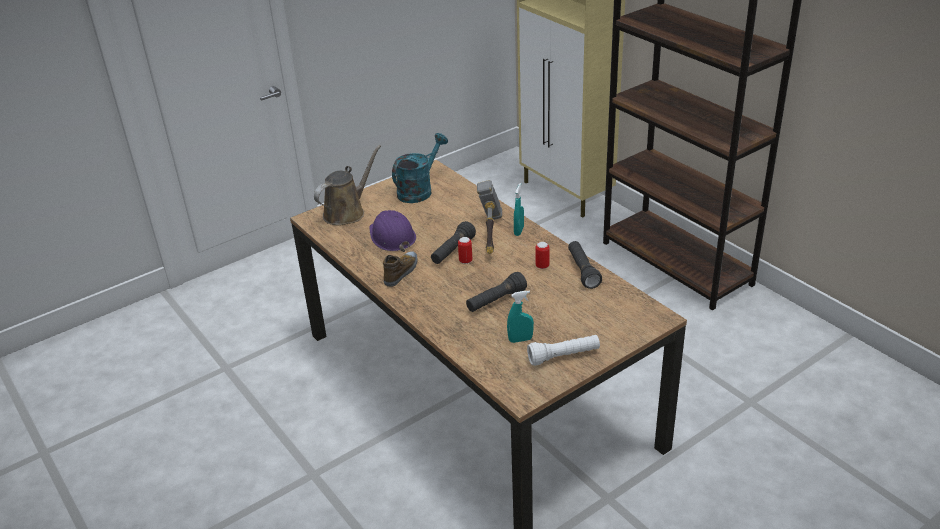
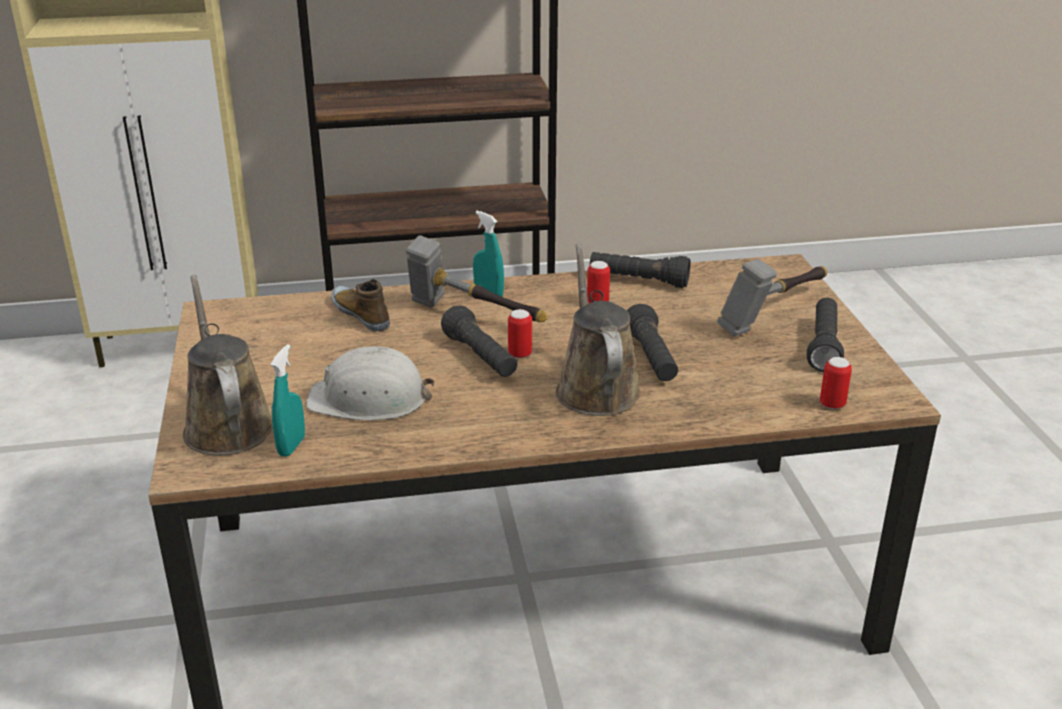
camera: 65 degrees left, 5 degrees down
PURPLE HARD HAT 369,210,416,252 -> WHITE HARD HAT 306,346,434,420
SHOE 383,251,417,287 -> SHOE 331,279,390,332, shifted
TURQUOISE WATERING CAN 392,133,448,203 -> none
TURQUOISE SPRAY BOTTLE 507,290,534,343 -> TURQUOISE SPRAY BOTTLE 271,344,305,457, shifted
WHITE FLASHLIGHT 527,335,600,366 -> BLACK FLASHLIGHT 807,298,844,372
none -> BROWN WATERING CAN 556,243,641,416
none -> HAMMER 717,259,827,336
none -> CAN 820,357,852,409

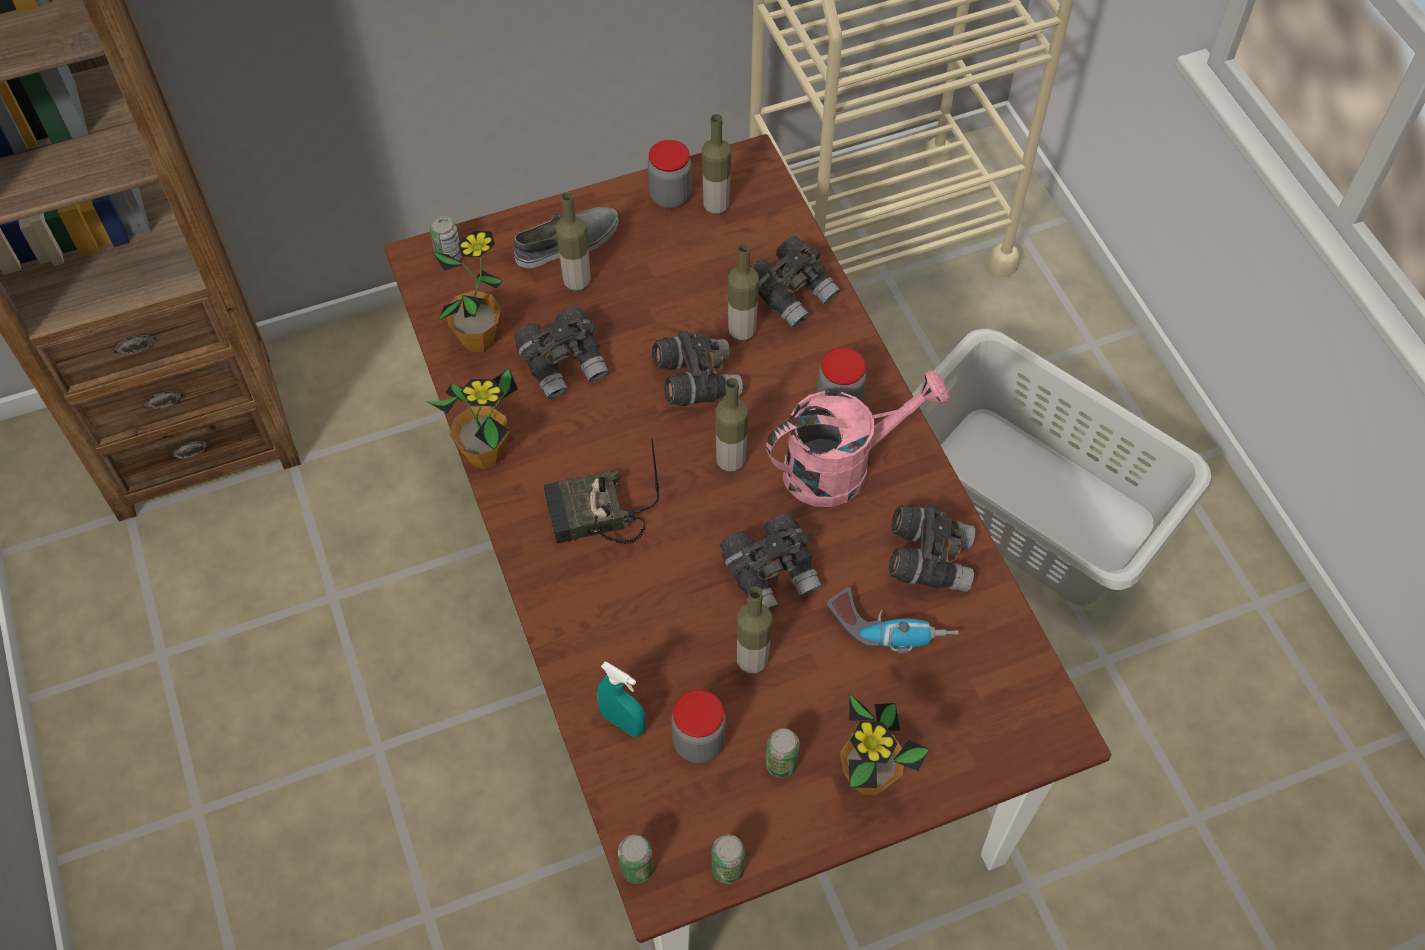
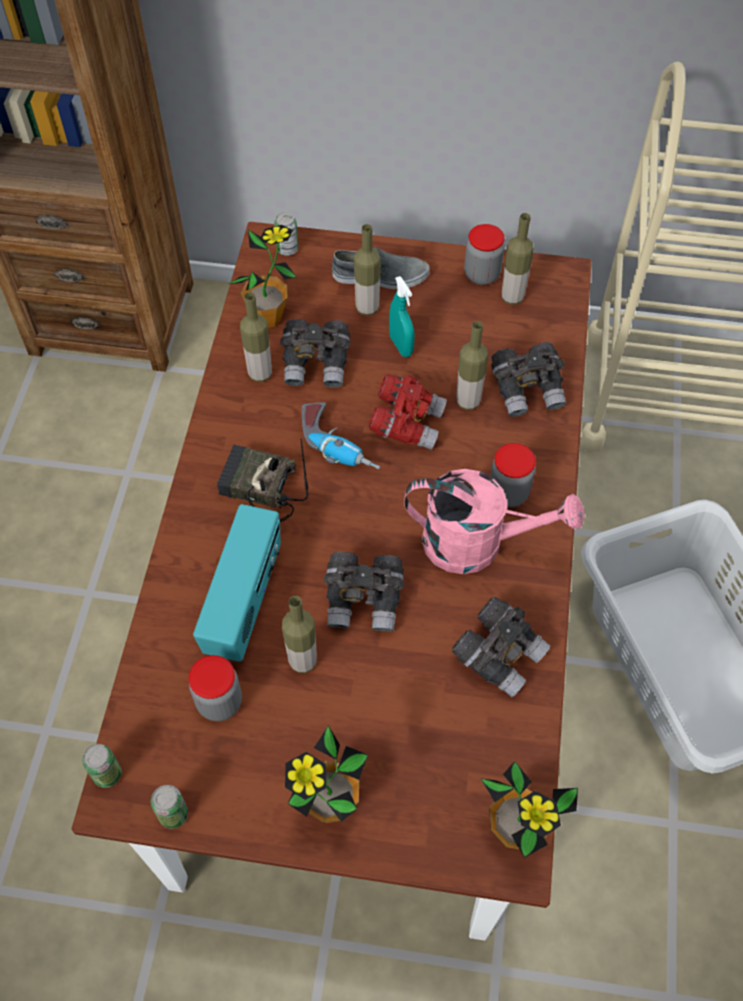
camera: 30 degrees right, 0 degrees up
POTTED PLANT 427,368,518,469 -> POTTED PLANT 480,761,578,858, shifted
TURQUOISE SPRAY BOTTLE 597,661,646,737 -> TURQUOISE SPRAY BOTTLE 389,276,415,357, shifted
GREY BINOCULARS 652,331,743,406 -> RED BINOCULARS 369,375,447,450
BOTTLE 715,378,748,473 -> BOTTLE 240,292,272,382, shifted
CAN 766,728,800,778 -> none
POWER DRILL 827,587,959,654 -> POWER DRILL 302,403,380,469, shifted
none -> RADIO 193,504,281,662

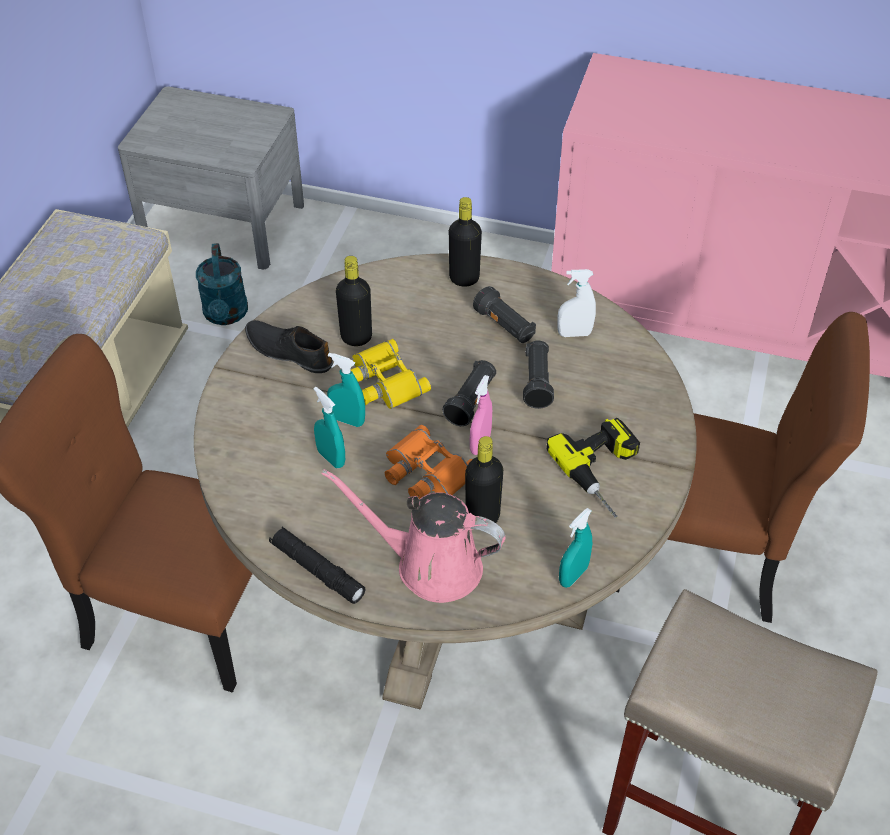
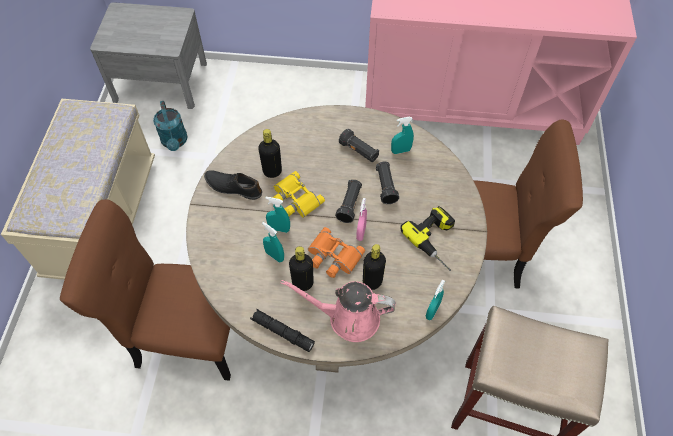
camera: 10 degrees left, 10 degrees up
BLACK BOTTLE 449,197,482,287 -> BLACK BOTTLE 289,246,314,291, shifted
WHITE SPRAY BOTTLE 557,269,596,337 -> TURQUOISE SPRAY BOTTLE 391,117,414,154

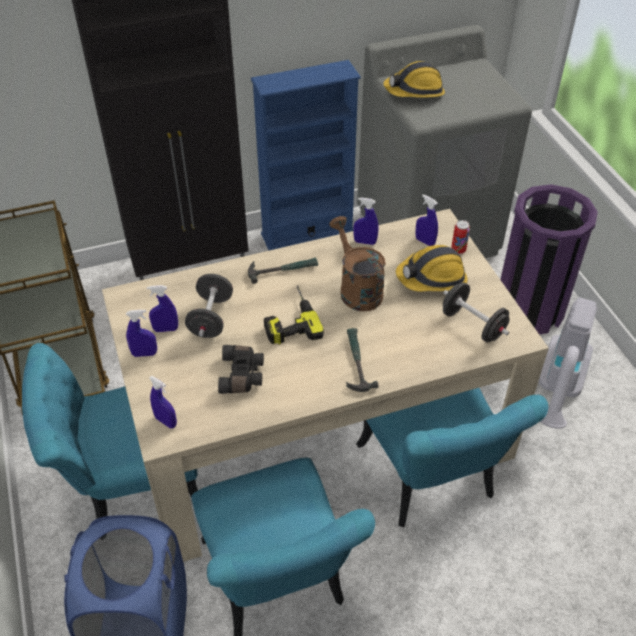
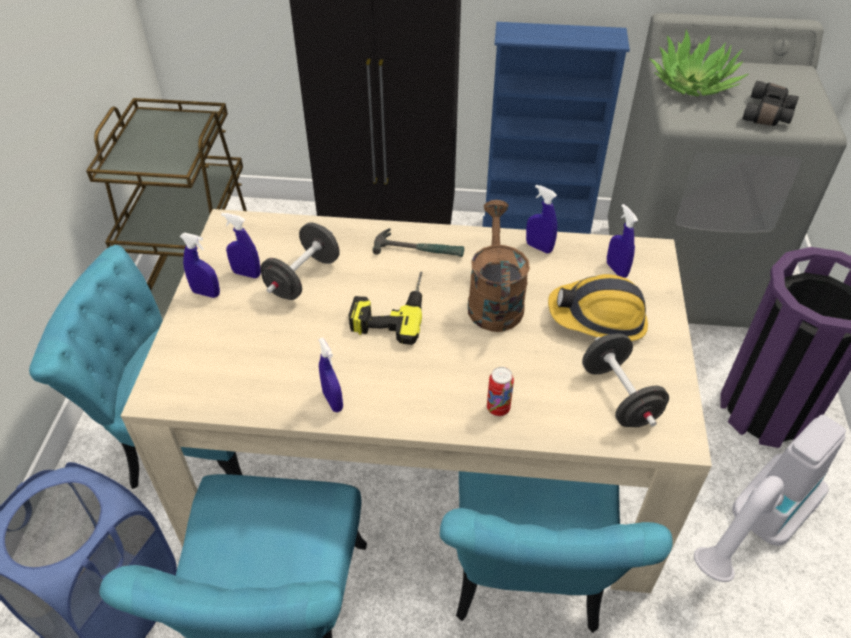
camera: 25 degrees right, 0 degrees up
BLUE SPRAY BOTTLE 149,376,177,429 -> BLUE SPRAY BOTTLE 319,338,343,412, shifted
BLACK BINOCULARS 218,345,264,394 -> BLACK BINOCULARS 742,81,799,126, shifted
HAMMER 346,328,379,392 -> none
HARD HAT 383,61,445,97 -> POTTED PLANT 649,30,748,97
CAN 451,220,470,254 -> CAN 487,367,514,416, shifted

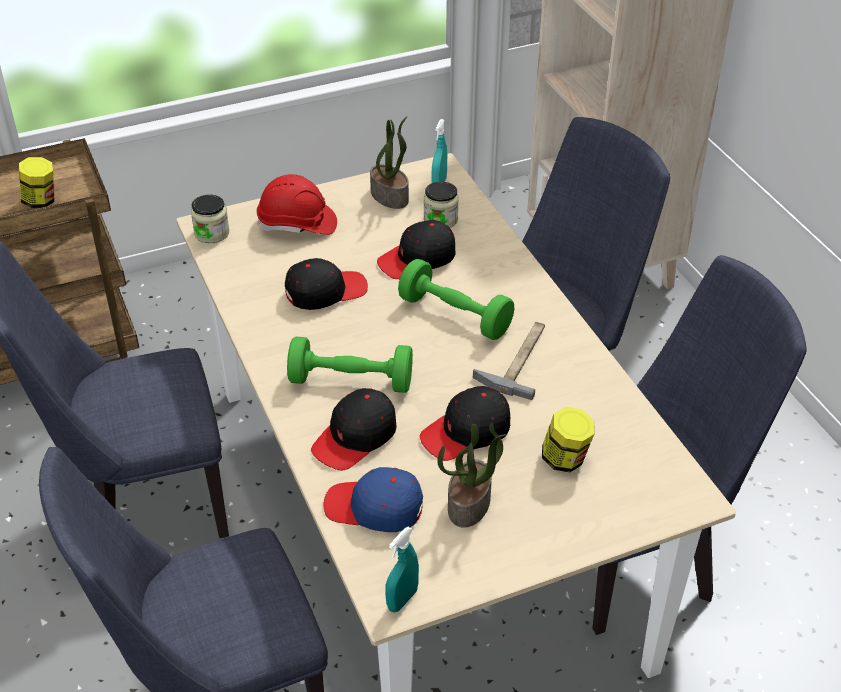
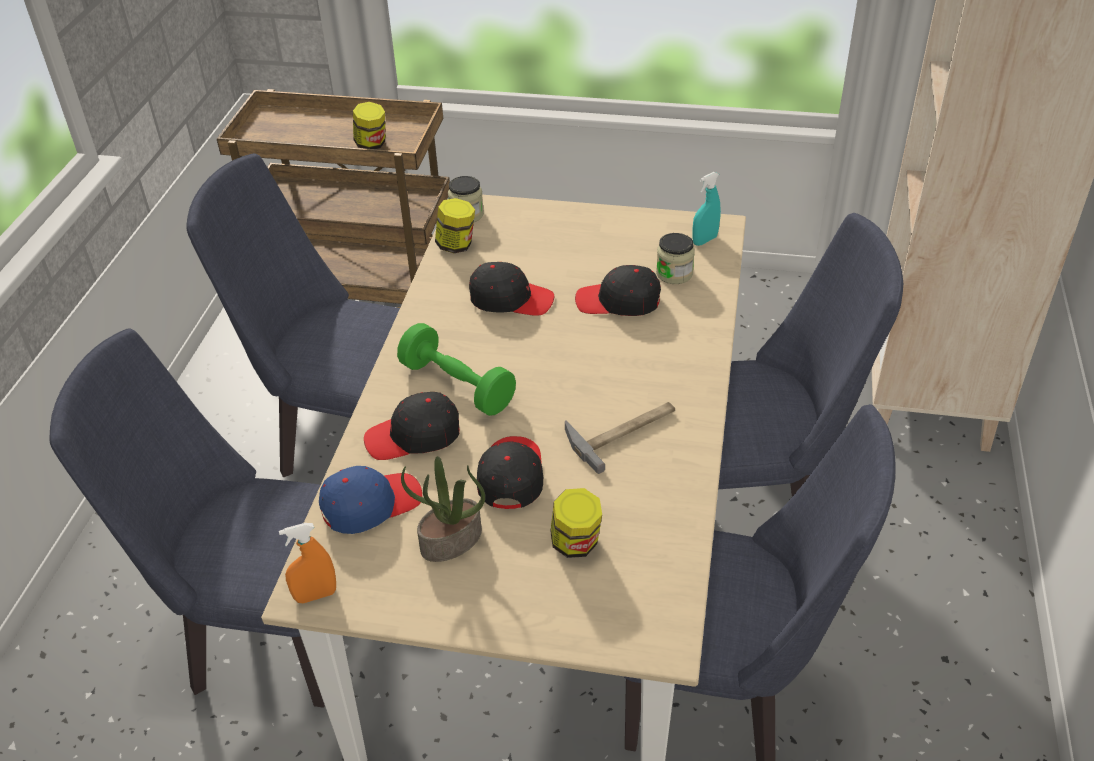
camera: 35 degrees right, 0 degrees up
RED HARD HAT 257,174,337,235 -> none
BLUE CAP 323,467,423,532 -> BLUE CAP 319,466,422,534, 105 degrees clockwise
POTTED PLANT 370,116,409,209 -> none
TURQUOISE SPRAY BOTTLE 385,527,419,612 -> ORANGE SPRAY BOTTLE 279,523,336,603
GREEN DUMBBELL 398,259,514,340 -> none
BLACK CAP 420,386,510,461 -> BLACK CAP 477,436,543,509, 90 degrees clockwise
none -> JAR 435,198,475,253

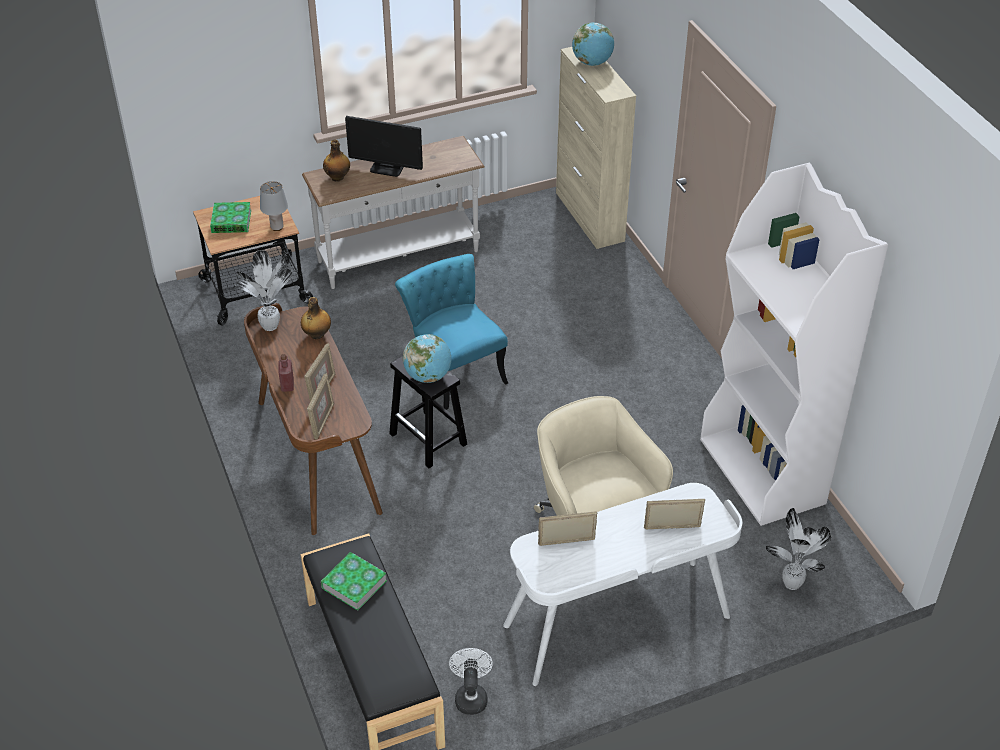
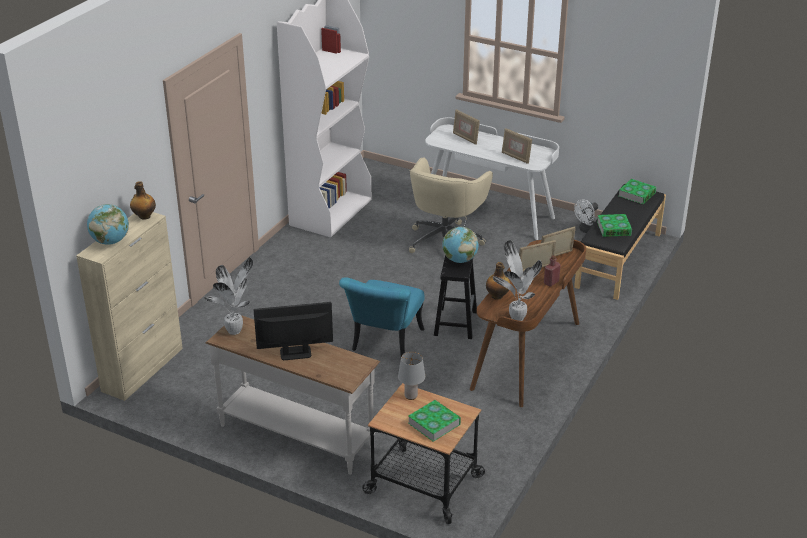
camera: 130 degrees left, 10 degrees down
BOTTLE 323,140,350,182 -> BOTTLE 130,181,156,220, shifted
MONITOR 345,116,423,177 -> MONITOR 254,302,333,360, 75 degrees counterclockwise
POTTED PLANT 766,508,831,590 -> POTTED PLANT 204,257,253,335, shifted
none -> BOOK 619,179,657,204

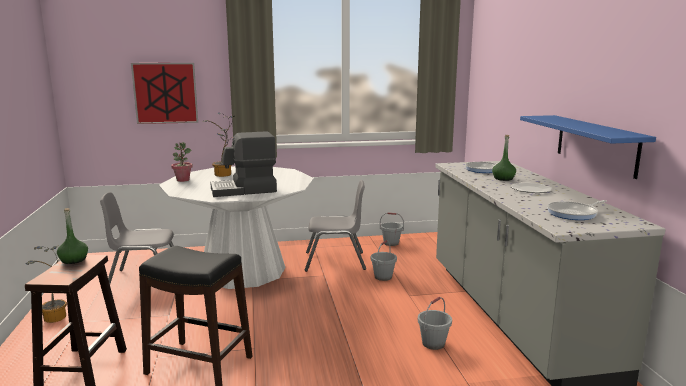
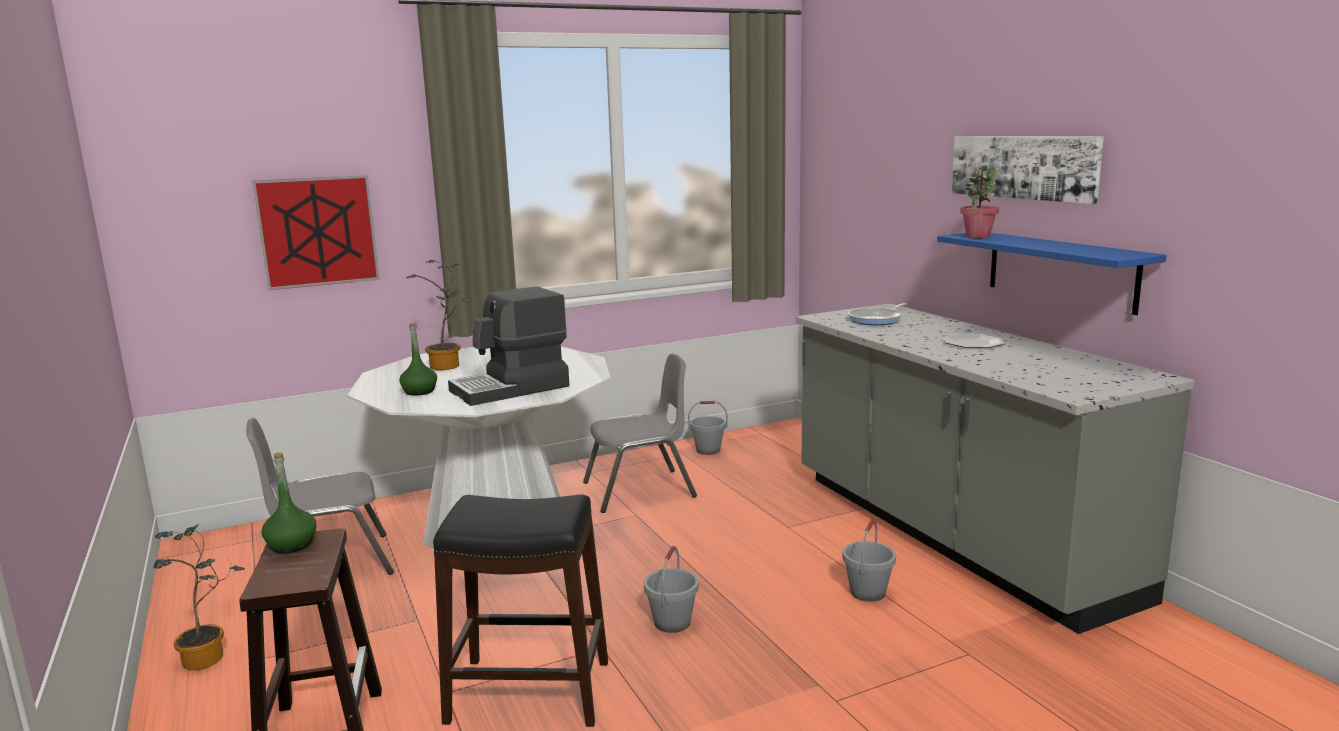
camera: 15 degrees left, 0 degrees up
POTTED PLANT 171,142,193,182 -> POTTED PLANT 960,166,999,238, shifted
GREY BUCKET 371,240,397,281 -> GREY BUCKET 644,546,699,633, shifted
GREEN BOTTLE 492,135,516,181 -> GREEN BOTTLE 399,323,437,396, shifted
FRYING PAN 547,200,607,220 -> none
none -> PICTURE 952,136,1104,204

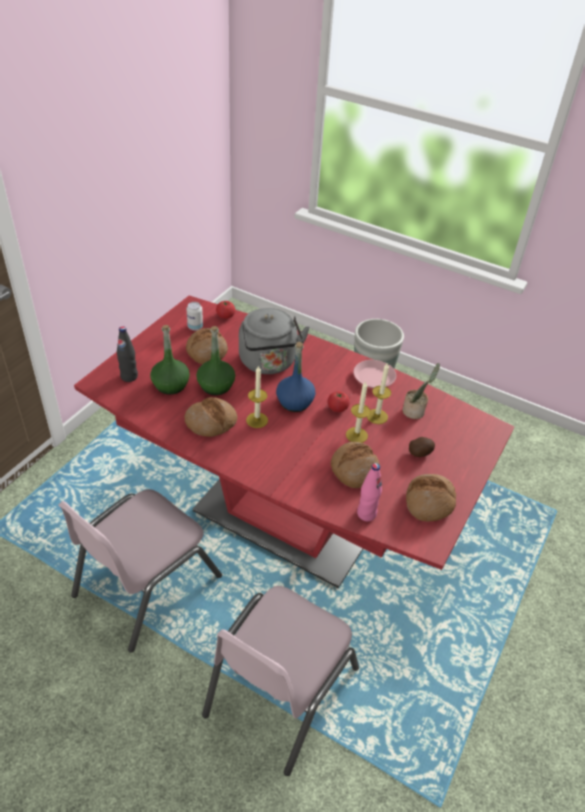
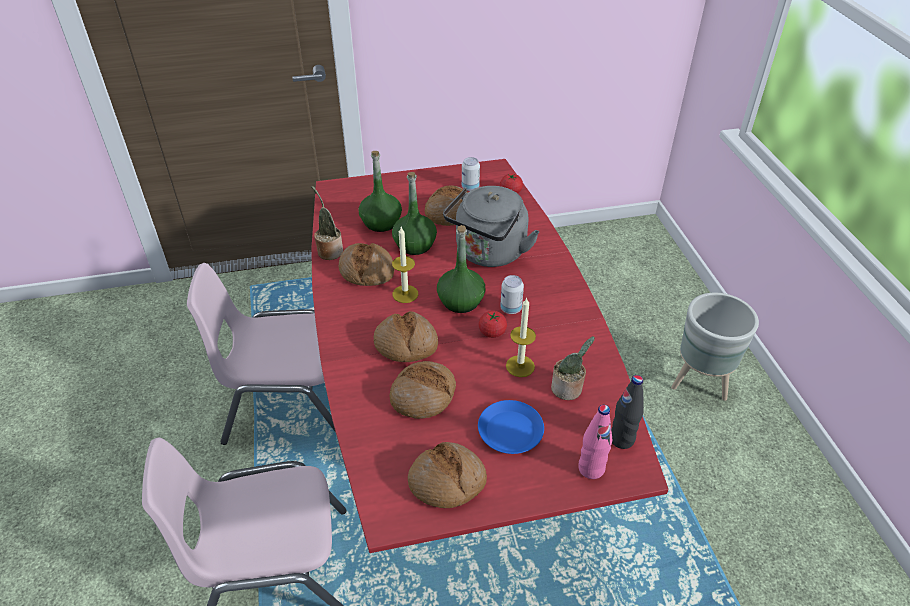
camera: 50 degrees right, 0 degrees up
BLACK BOTTLE 117,326,138,382 -> BLACK BOTTLE 611,375,644,449, shifted
BLUE BOTTLE 276,342,316,412 -> GREEN BOTTLE 437,225,485,313
CANDLE 346,381,371,443 -> none
PINK PLATE 353,360,396,388 -> none
PINK BOTTLE 357,463,382,521 -> PINK BOTTLE 578,405,612,479, shifted
POTATO 409,437,435,457 -> BLUE PLATE 478,400,544,454
none -> POTTED PLANT 311,186,343,260
none -> BREAD 374,311,438,362
none -> CAN 500,275,524,314

